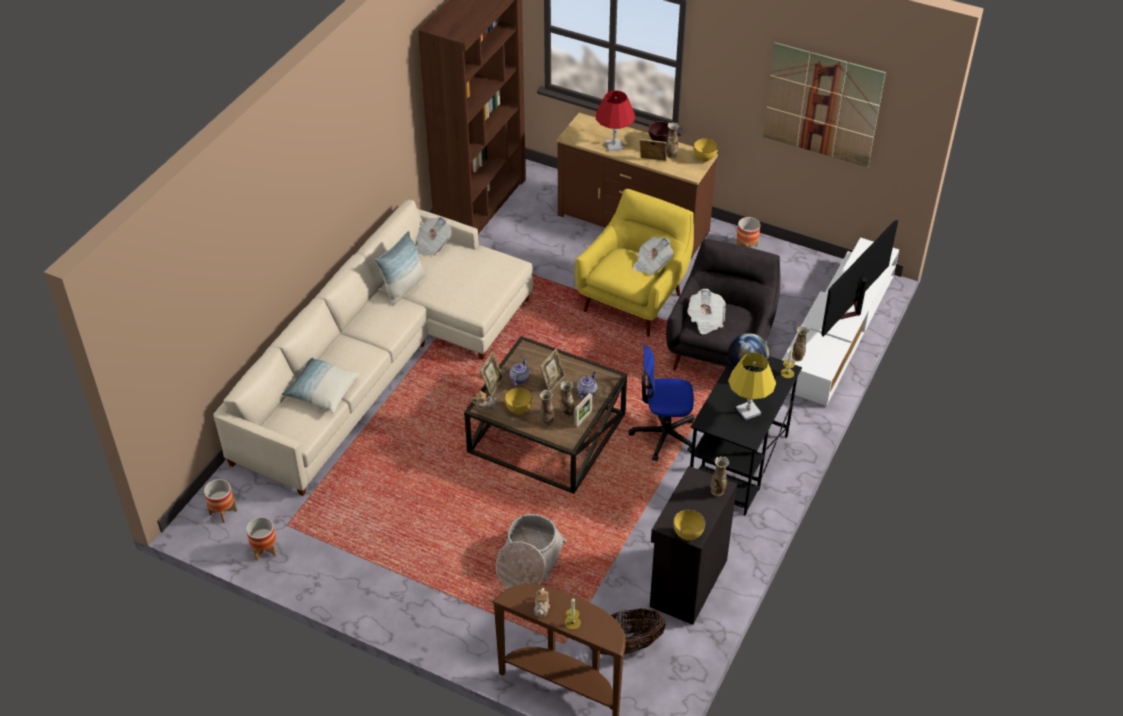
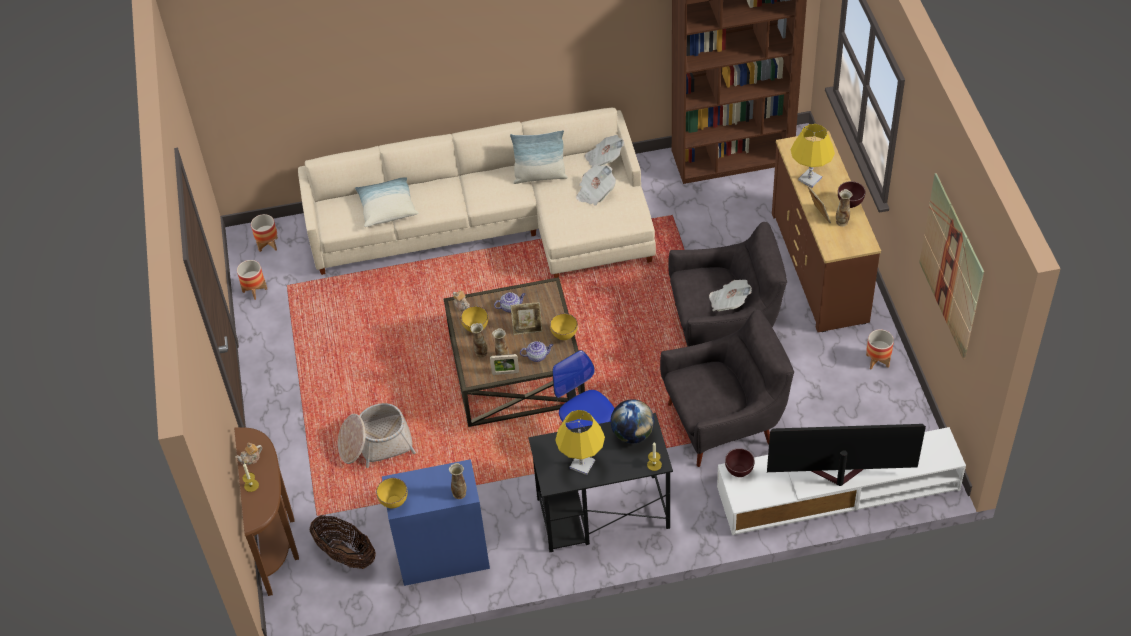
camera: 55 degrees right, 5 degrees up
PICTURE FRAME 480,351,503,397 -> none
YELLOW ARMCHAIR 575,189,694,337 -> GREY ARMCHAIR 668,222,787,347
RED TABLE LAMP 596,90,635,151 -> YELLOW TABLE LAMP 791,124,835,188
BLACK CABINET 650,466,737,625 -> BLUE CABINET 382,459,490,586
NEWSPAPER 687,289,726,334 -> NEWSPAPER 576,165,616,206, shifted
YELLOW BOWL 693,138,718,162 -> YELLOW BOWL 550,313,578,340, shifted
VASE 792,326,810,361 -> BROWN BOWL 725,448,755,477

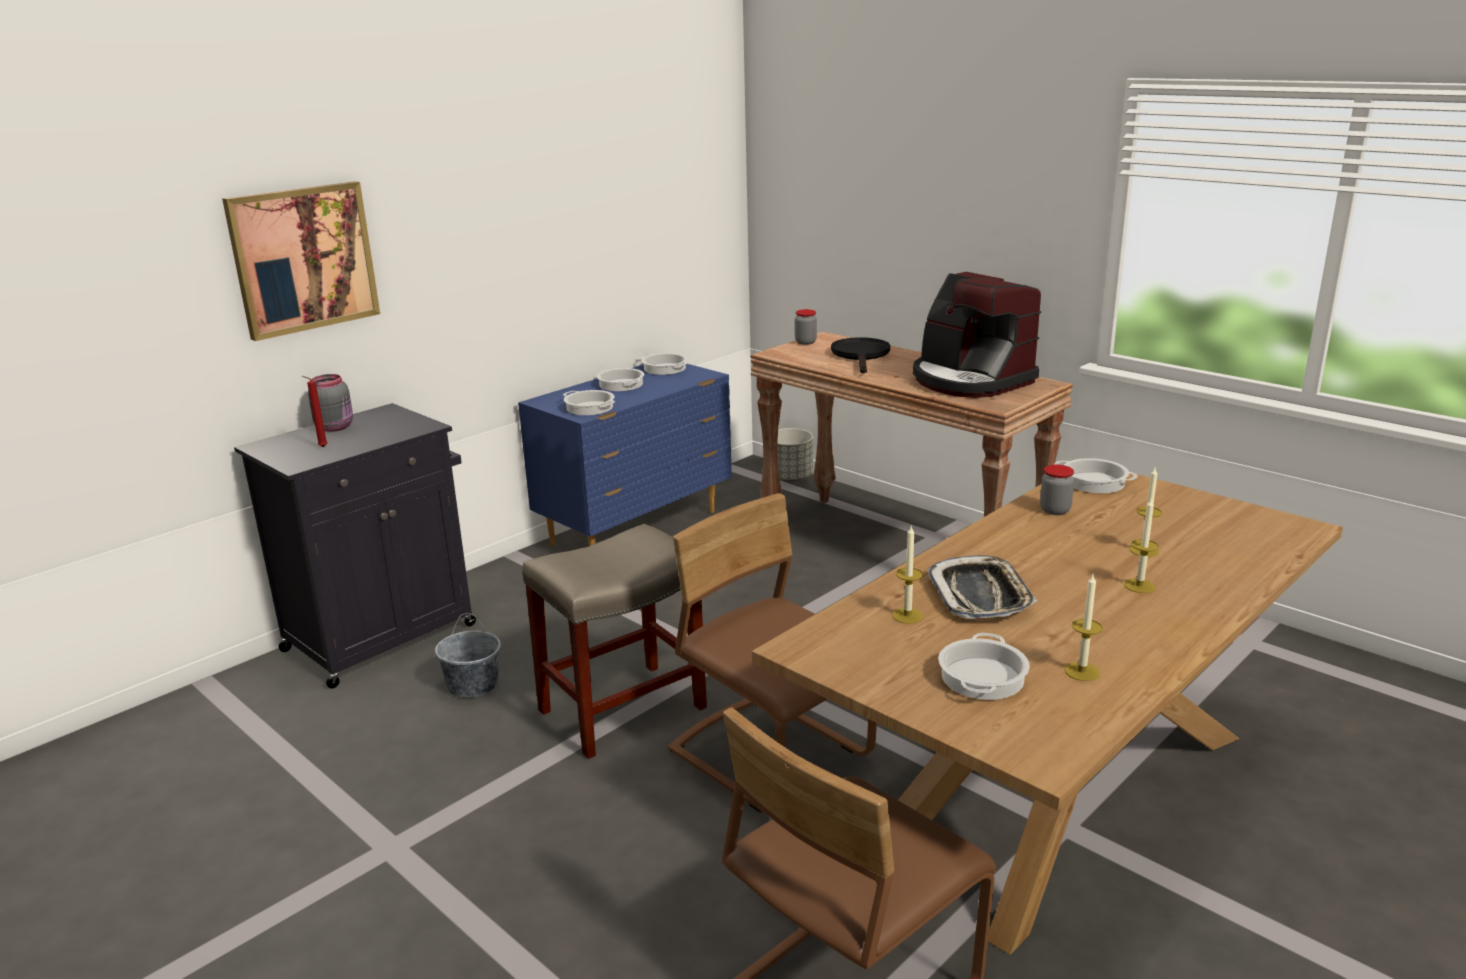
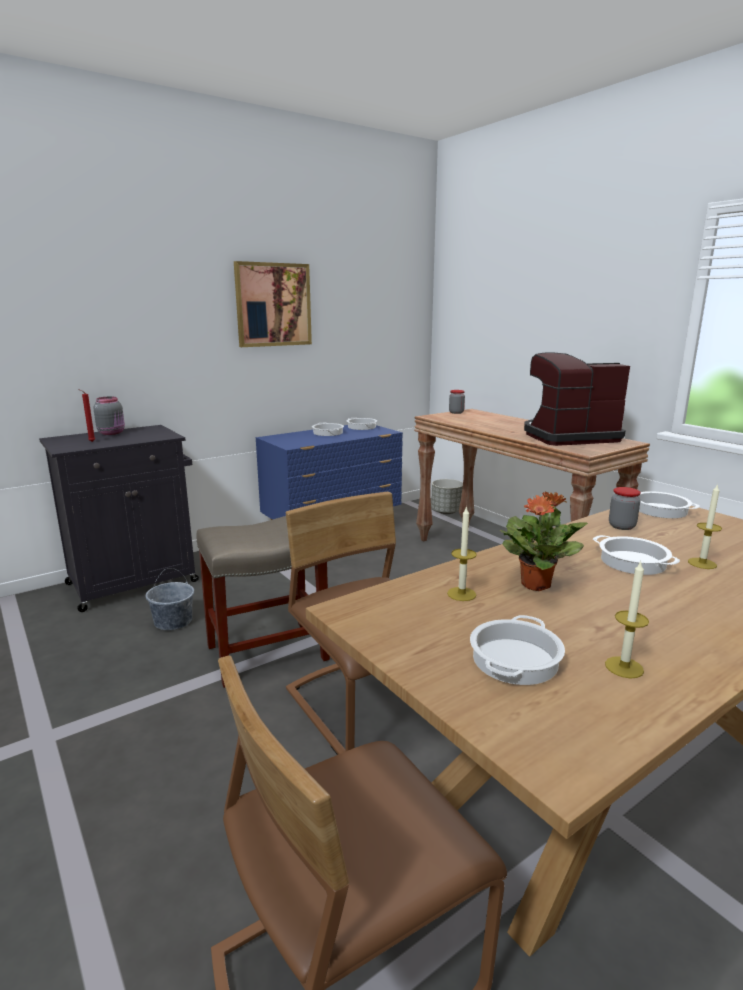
camera: 10 degrees right, 5 degrees down
PICTURE 222,181,380,341 -> PICTURE 234,261,312,347, shifted
COOKING POT 563,390,615,415 -> COOKING POT 593,535,680,575, shifted
BLACK FRYING PAN 831,337,890,374 -> none
COFFEE MACHINE 913,272,1041,398 -> COFFEE MACHINE 524,352,630,446, 105 degrees clockwise
TRAY 928,555,1037,619 -> POTTED PLANT 500,492,588,591
CANDLE 1124,497,1159,593 -> none

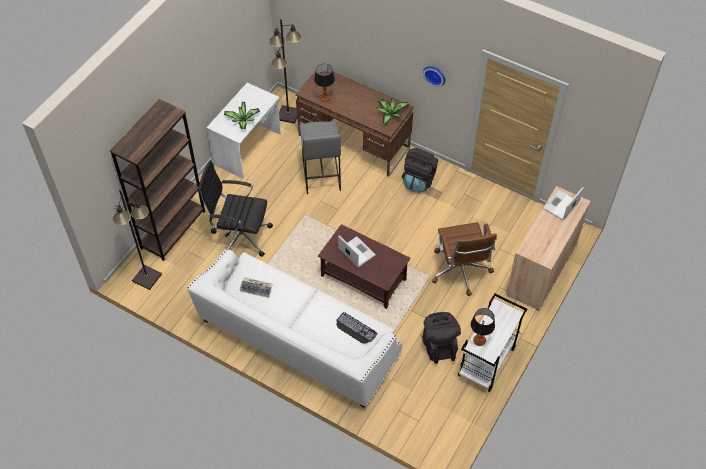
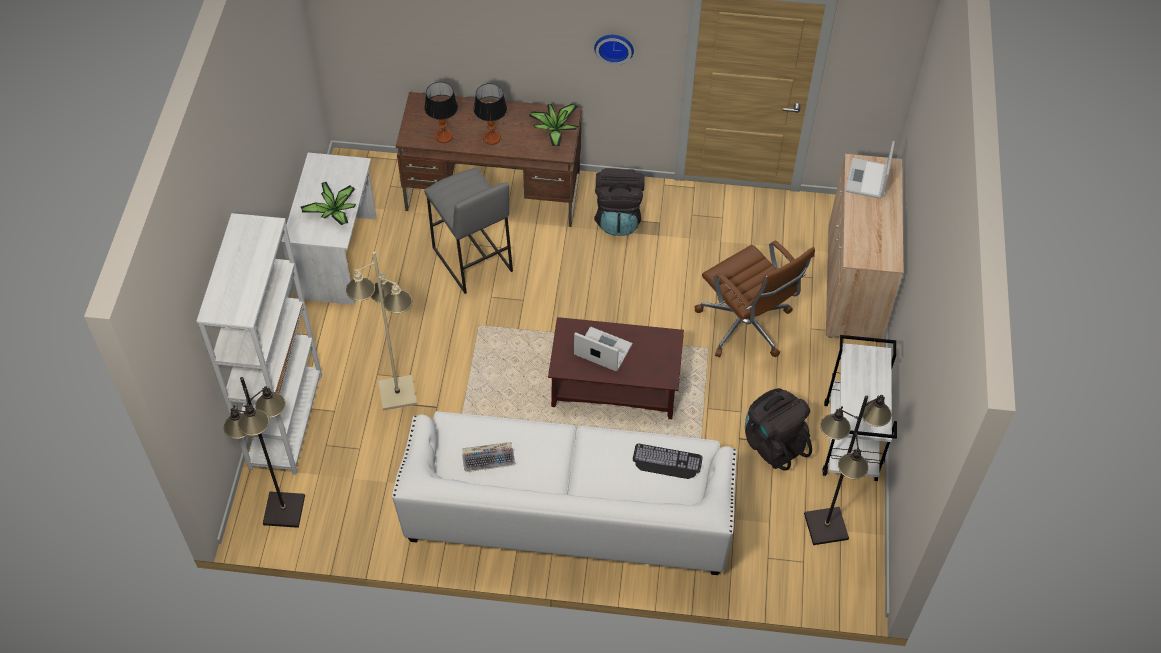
camera: 25 degrees left, 0 degrees up
BROWN BOOKCASE 110,99,205,261 -> WHITE BOOKCASE 197,213,322,474
BLACK OFFICE CHAIR 198,160,273,257 -> BEIGE FLOOR LAMP 346,251,417,410
BLACK FLOOR LAMP 269,19,301,124 -> BLACK FLOOR LAMP 804,395,891,545, shifted
TABLE LAMP 471,308,495,346 -> TABLE LAMP 473,83,507,145, shifted

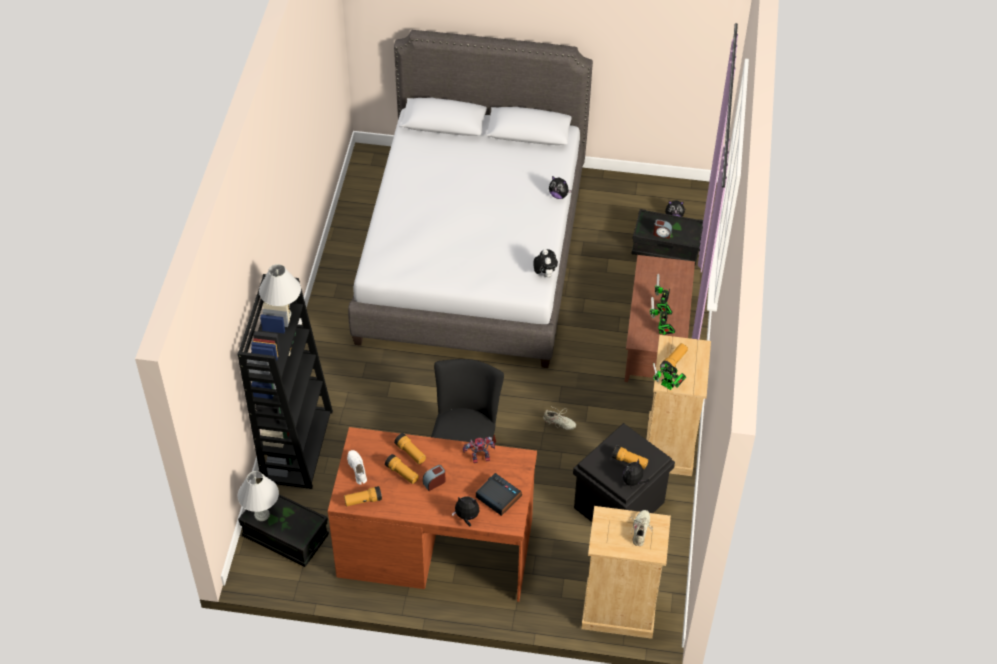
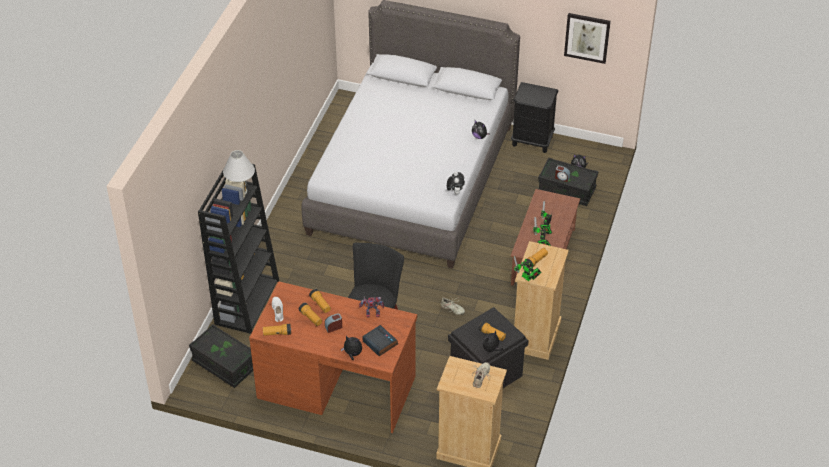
camera: 10 degrees right, 5 degrees down
WHITE TABLE LAMP 237,471,279,521 -> none
none -> BLACK NIGHTSTAND 511,82,558,153
none -> PICTURE 564,13,611,64

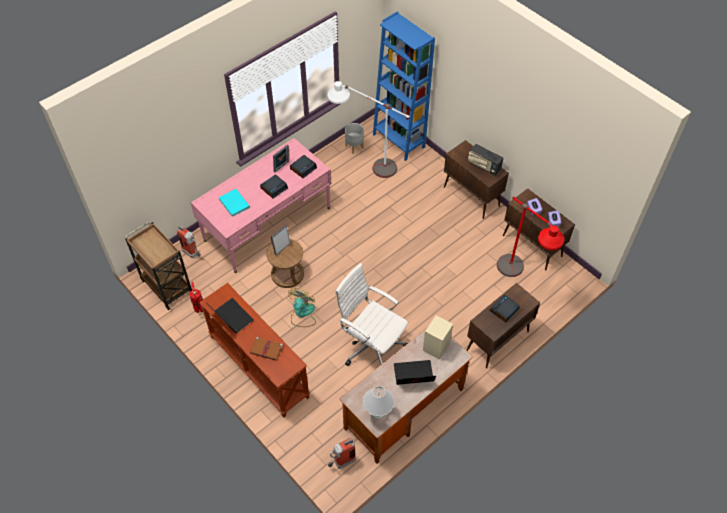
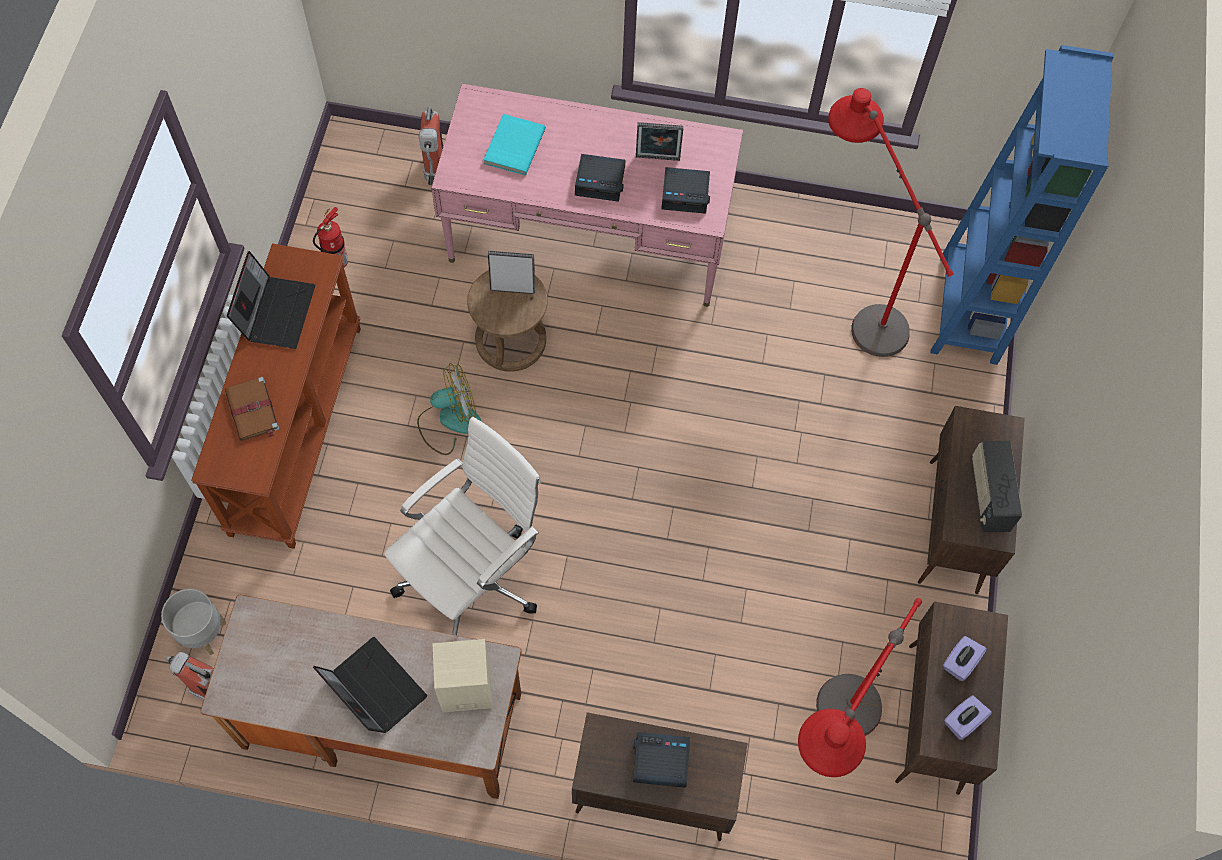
camera: 50 degrees right, 10 degrees up
BROWN CART 125,222,192,310 -> none
WHITE FLOOR LAMP 327,81,409,178 -> RED FLOOR LAMP 828,88,954,357
WHITE OFFICE CHAIR 335,263,408,366 -> WHITE OFFICE CHAIR 385,417,541,635, 45 degrees clockwise
GREY PLANTER 345,123,364,154 -> GREY PLANTER 161,589,226,655, shifted
WHITE TABLE LAMP 363,386,394,419 -> none

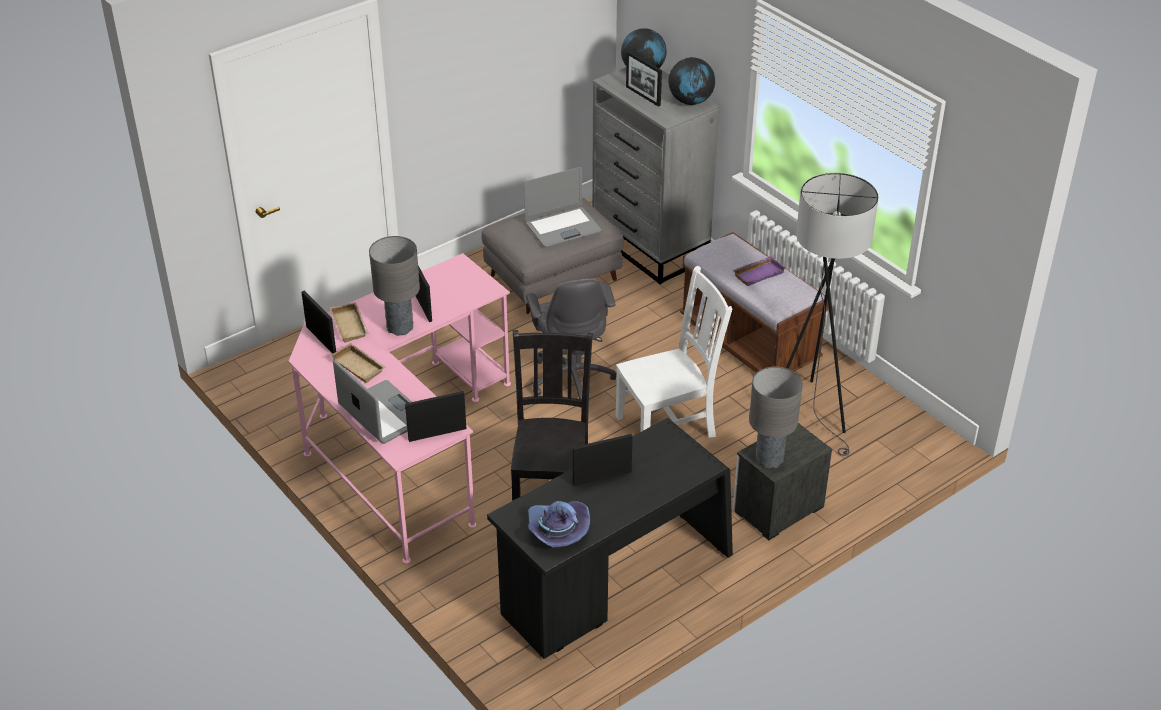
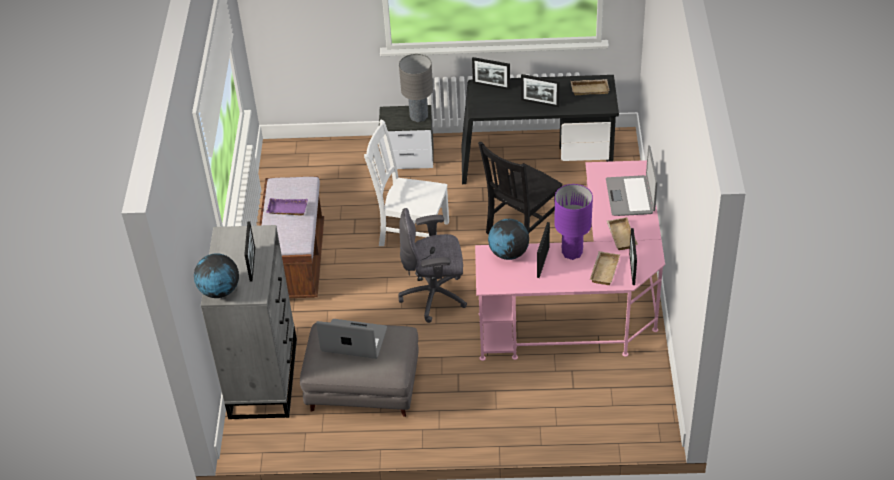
camera: 140 degrees left, 5 degrees up
GREY TABLE LAMP 369,236,420,336 -> PURPLE TABLE LAMP 555,184,593,260
PICTURE FRAME 405,391,466,442 -> PICTURE FRAME 472,57,510,90, shifted
GREY OFFICE CHAIR 526,279,616,400 -> GREY OFFICE CHAIR 398,208,467,323, 120 degrees counterclockwise
PURPLE HAT 528,501,590,547 -> BEIGE TRAY 571,79,610,95
GLOBE 668,57,715,105 -> GLOBE 488,219,529,260, shifted
GREY FLOOR LAMP 786,173,878,456 -> none

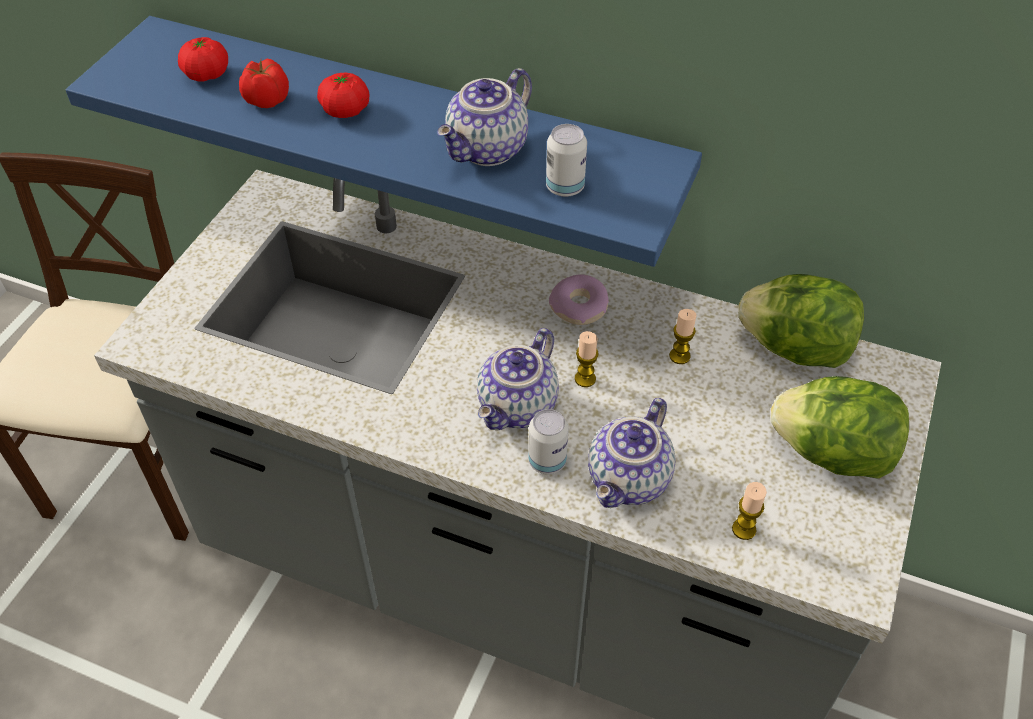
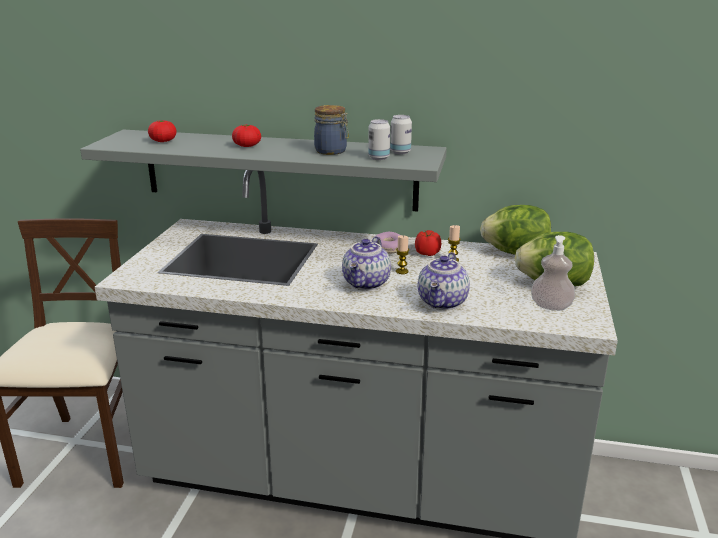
camera: 10 degrees left, 25 degrees down
BLUE SHELF 66,16,702,267 -> GREY SHELF 80,130,447,211
TOMATO 239,59,289,108 -> TOMATO 415,230,441,256, shifted
TEAPOT 437,68,532,166 -> JAR 314,105,349,155
CAN 528,409,569,474 -> CAN 390,115,412,154, shifted
CANDLE 732,482,767,540 -> none
none -> SOAP DISPENSER 531,235,575,311

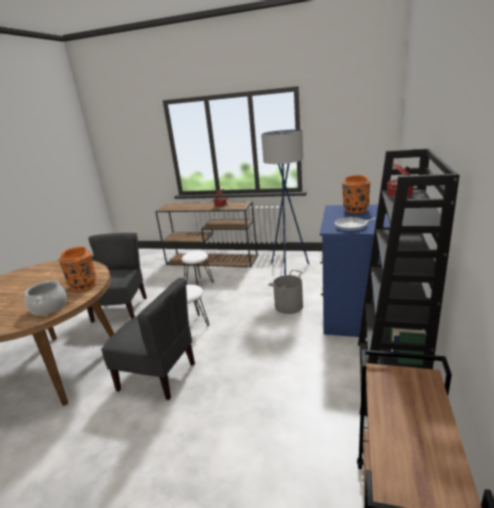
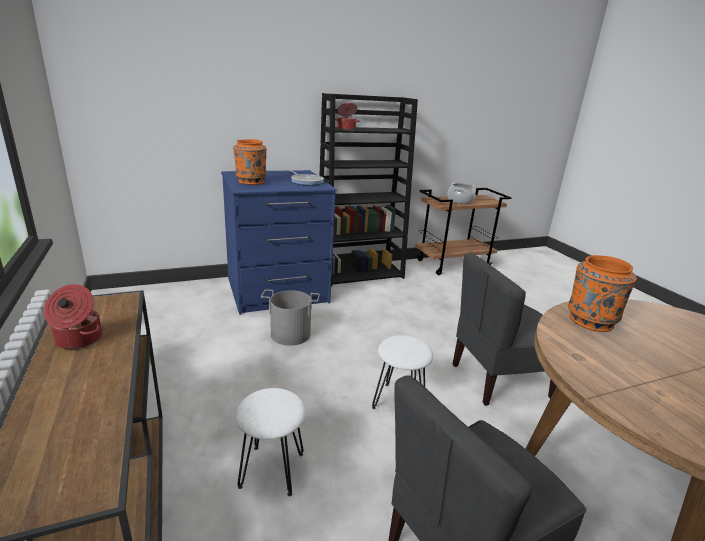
camera: 130 degrees left, 0 degrees up
COOKING POT 25,280,67,316 -> COOKING POT 447,182,475,204, shifted
GREY CHAIR 101,278,195,400 -> GREY CHAIR 453,253,556,406, 90 degrees counterclockwise
BLUE FLOOR LAMP 261,130,309,286 -> none

